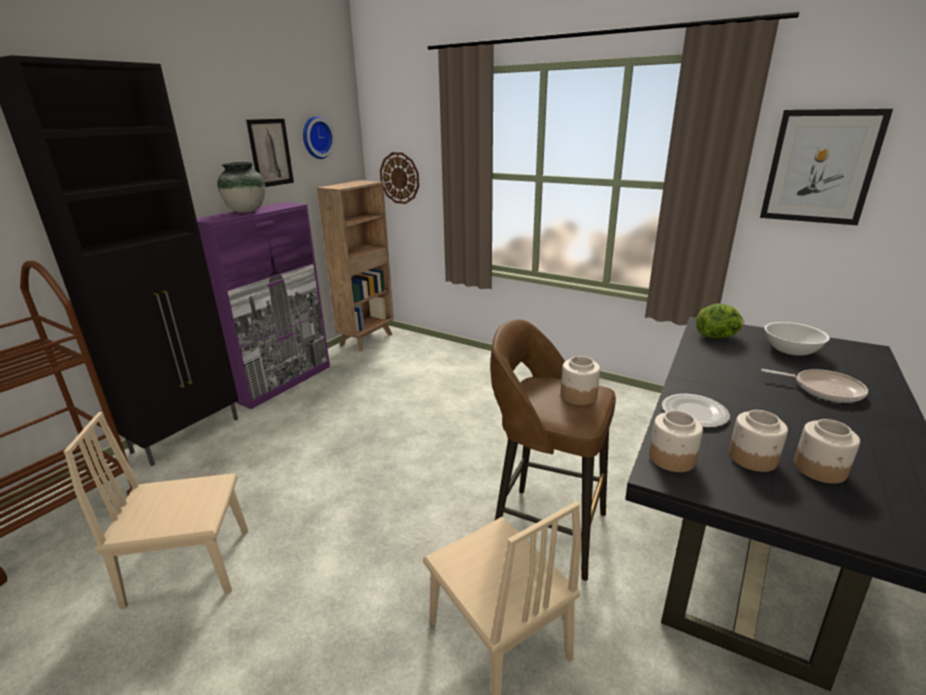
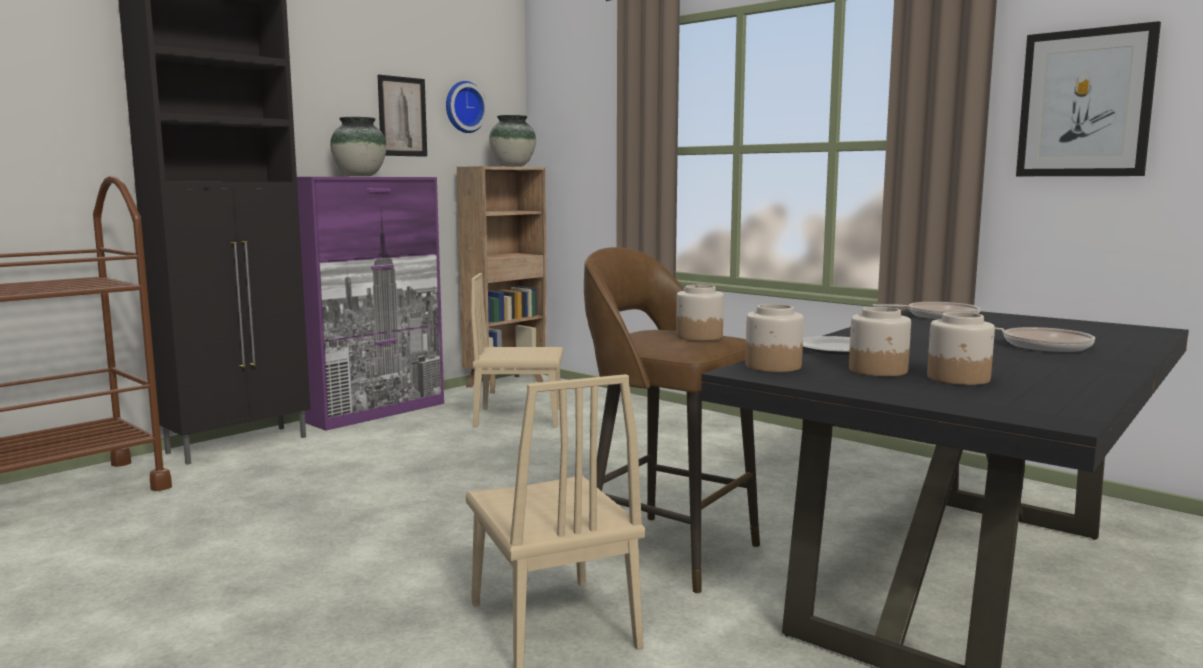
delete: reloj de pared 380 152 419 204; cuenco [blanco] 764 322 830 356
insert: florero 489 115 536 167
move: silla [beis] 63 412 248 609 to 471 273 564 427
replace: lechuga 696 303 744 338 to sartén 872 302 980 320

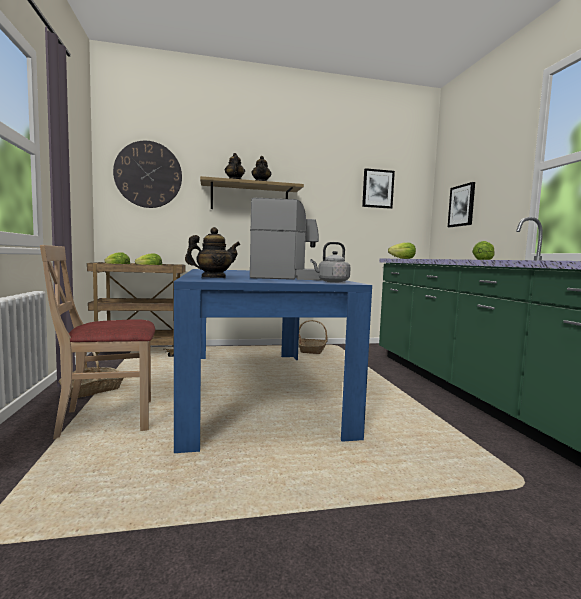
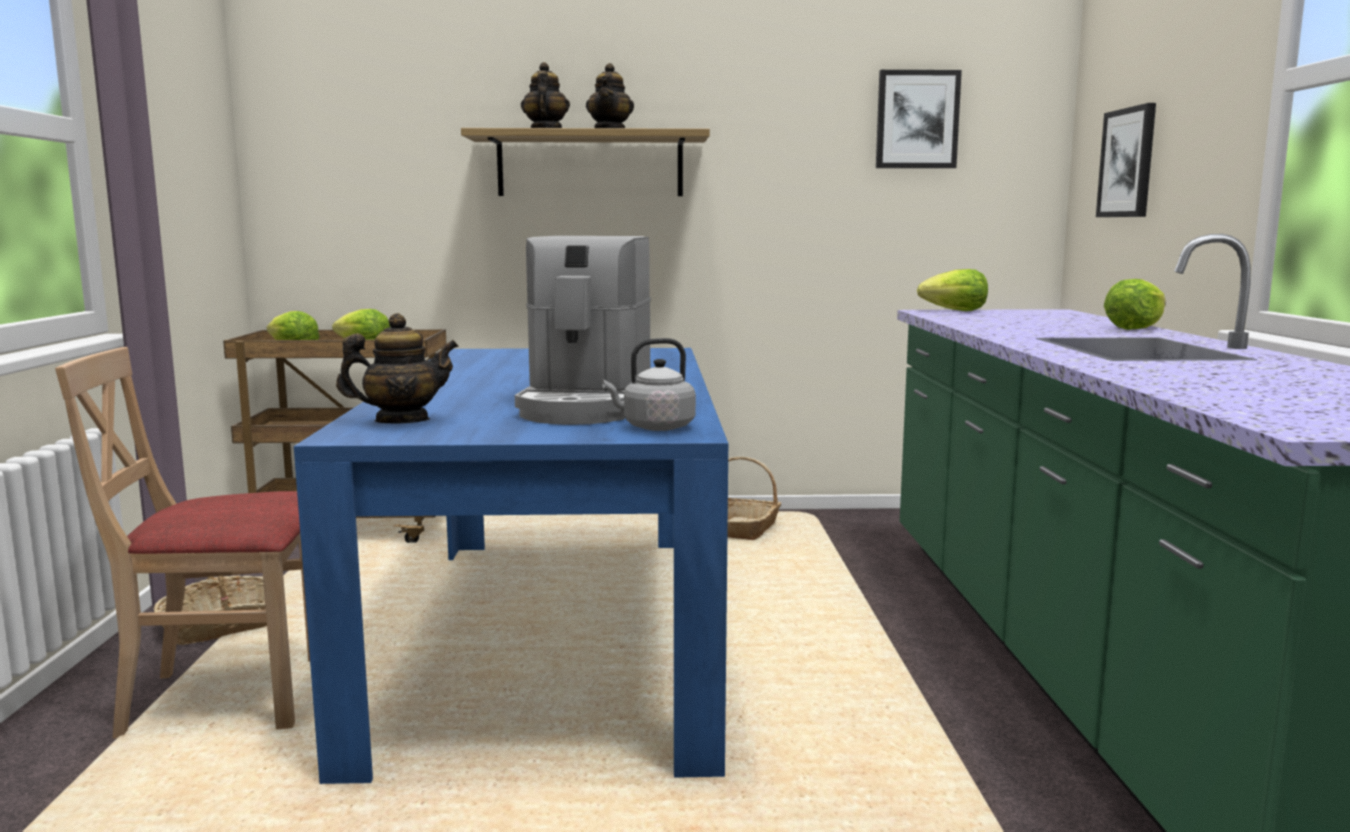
delete: reloj de pared 113 141 182 208
rotate: cafetera 250 198 321 280 = 515 236 651 425 90 degrees clockwise

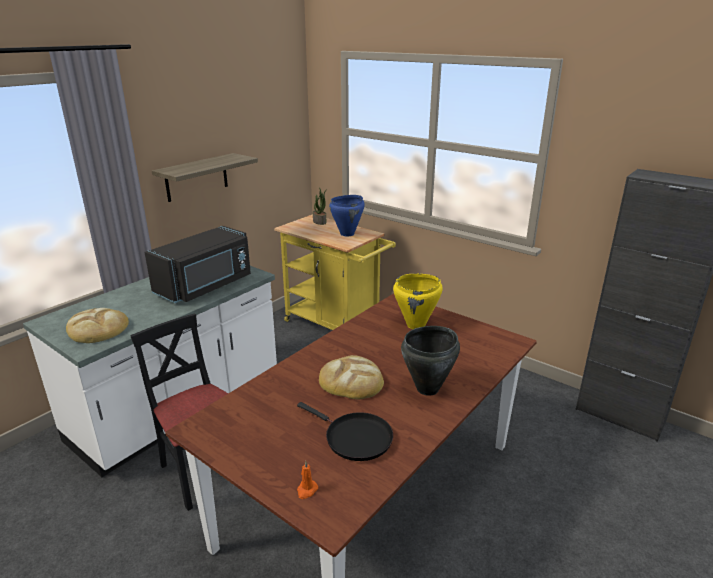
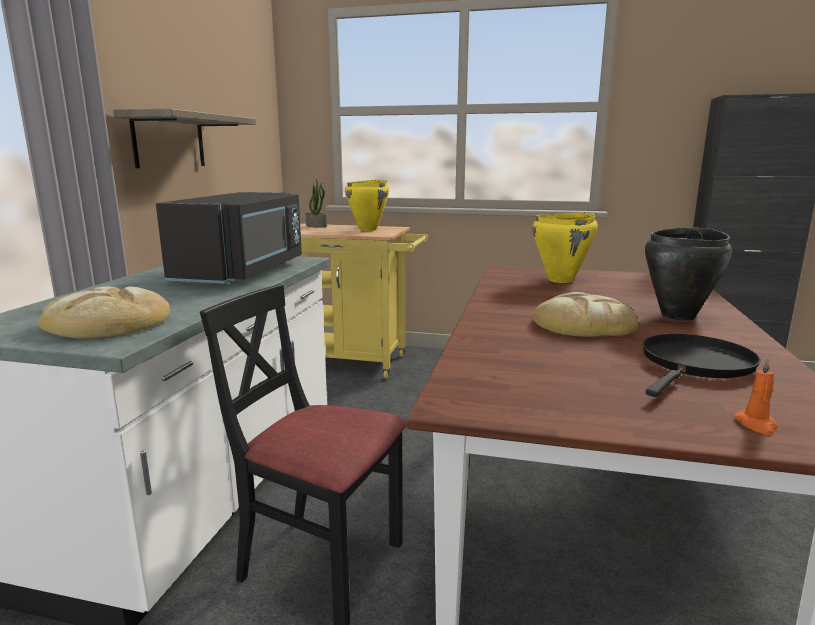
recolor: olla [azul] 329 195 365 237 to olla [amarillo] 345 179 389 231
rotate: sartén [negro] 297 402 393 461 = 642 334 761 397 60 degrees counterclockwise

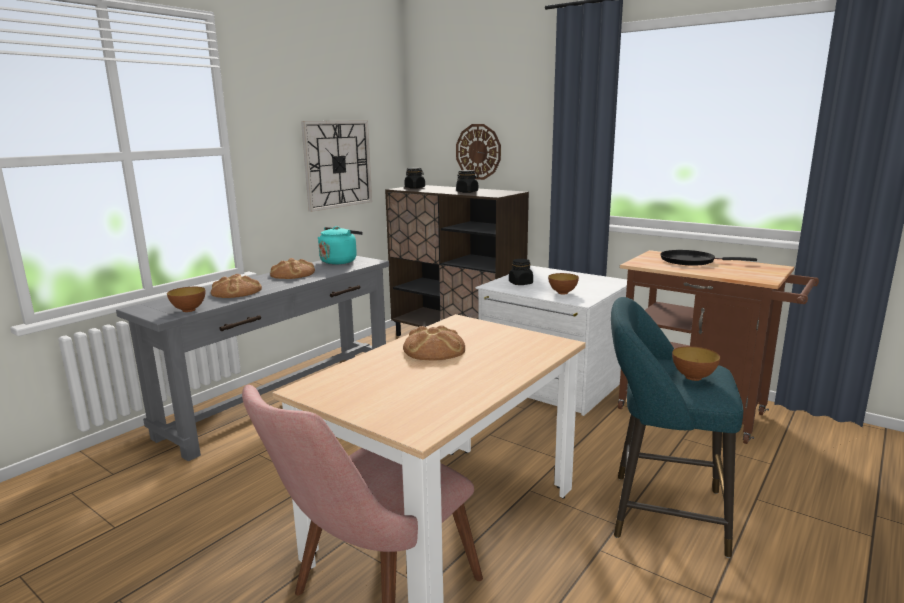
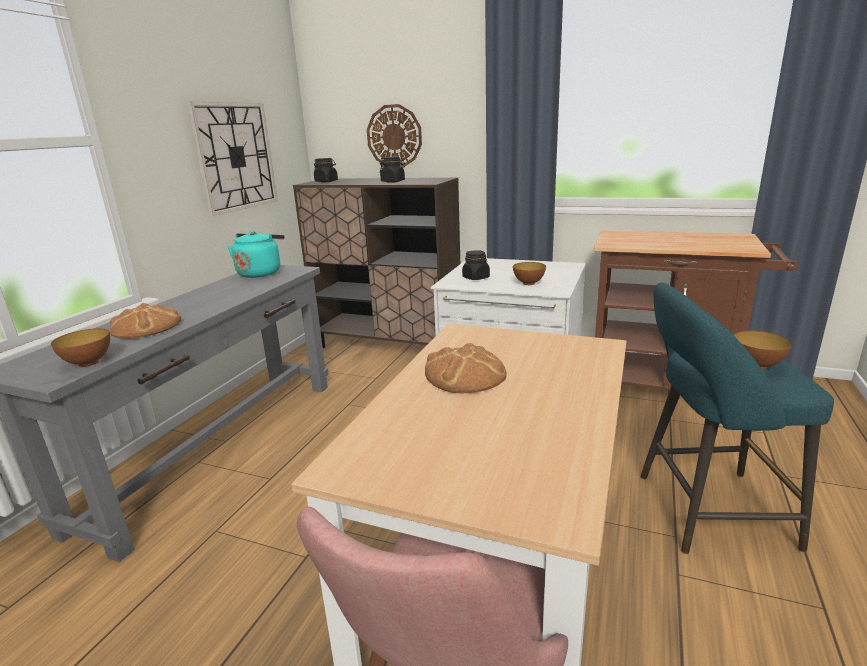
delete: pan 270 258 315 279; sartén [negro] 660 250 757 265

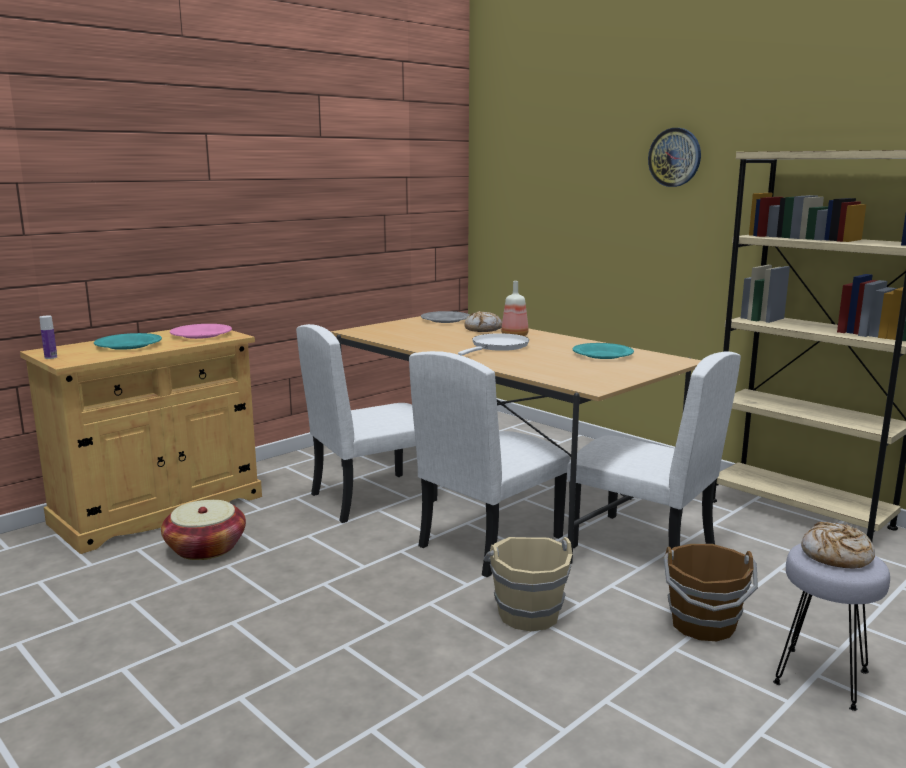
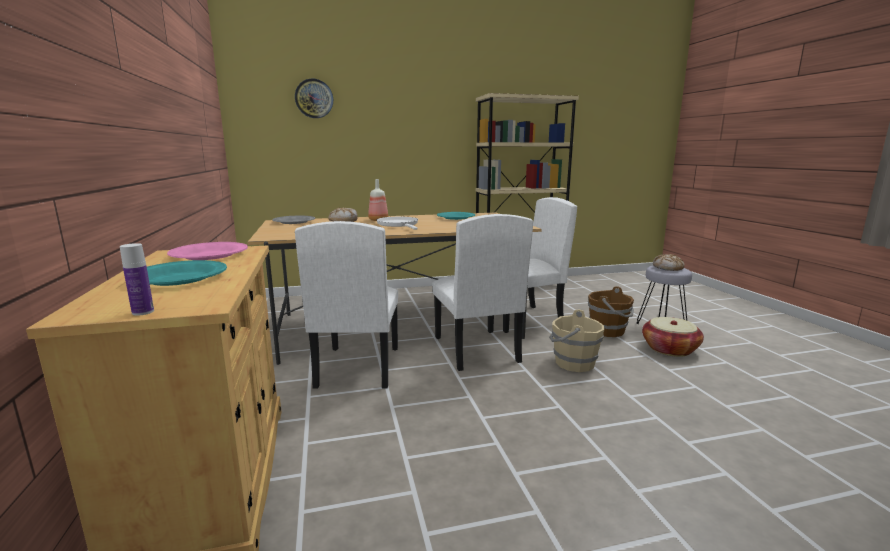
move: cesta 161 500 246 560 to 642 317 704 357; reloj de pared 648 128 701 187 to 295 79 333 118

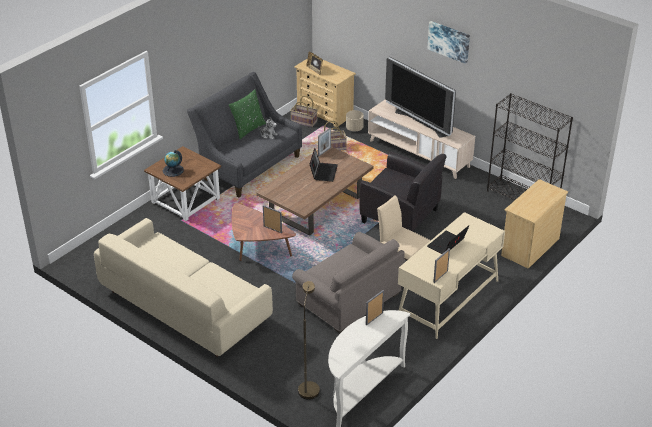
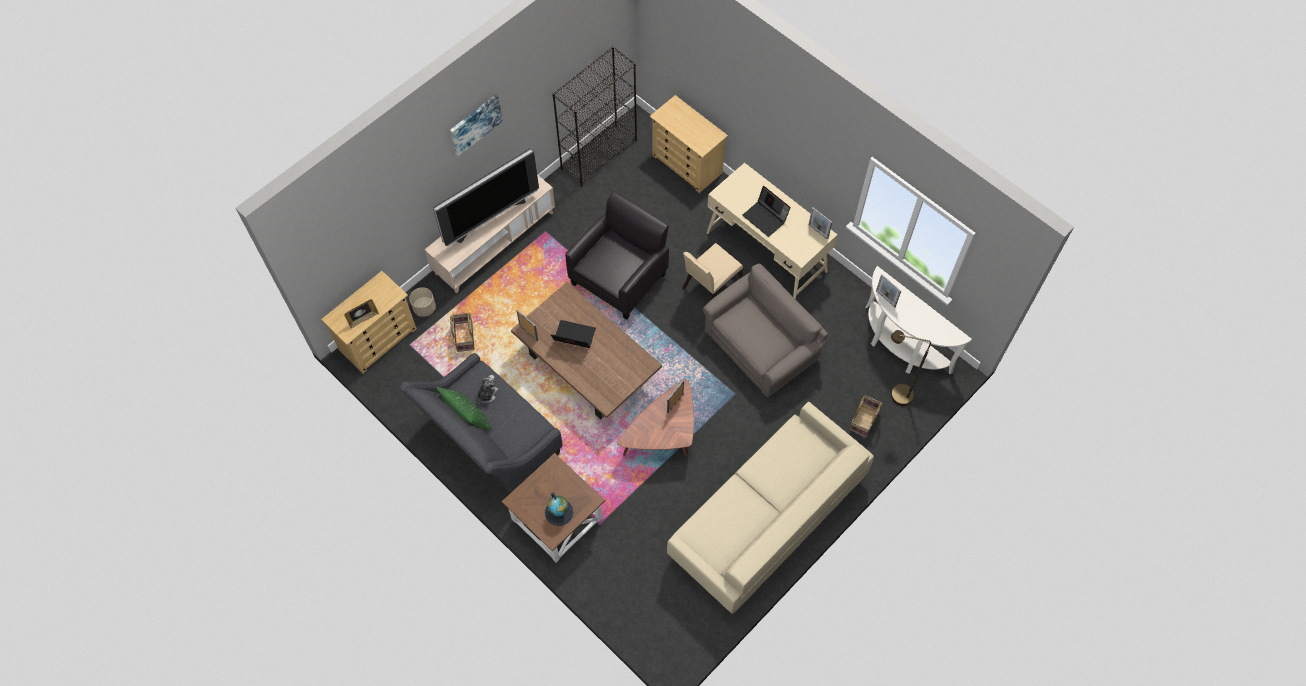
move: cesta 290 95 318 127 to 849 395 882 438

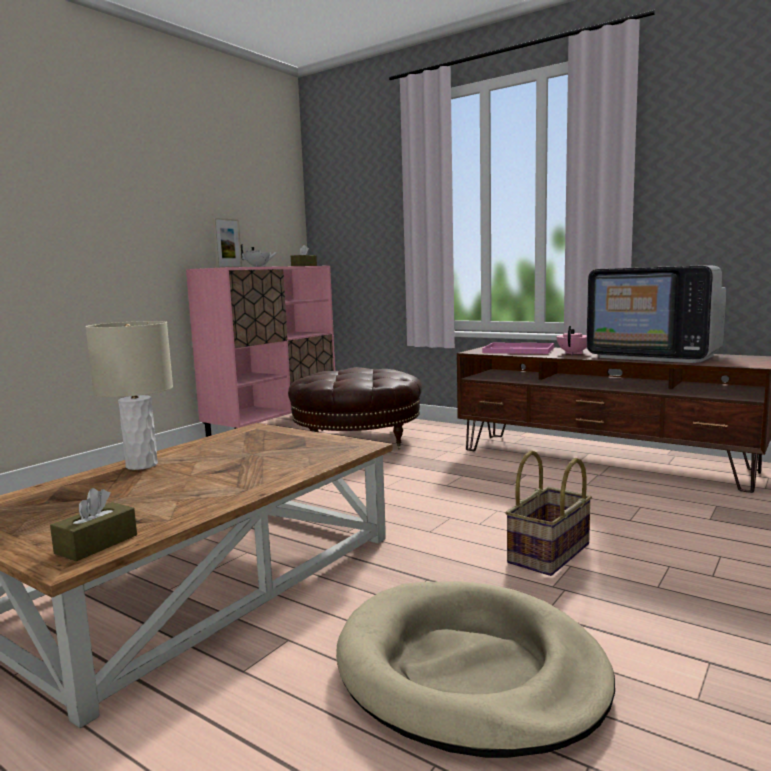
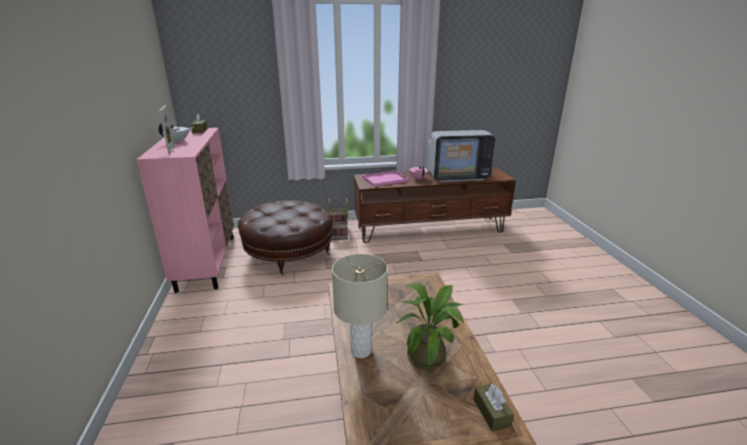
delete: cama para perro [beis] 336 582 615 758
insert: planta en maceta 397 283 464 370
move: cesta 506 450 592 576 to 329 198 348 240

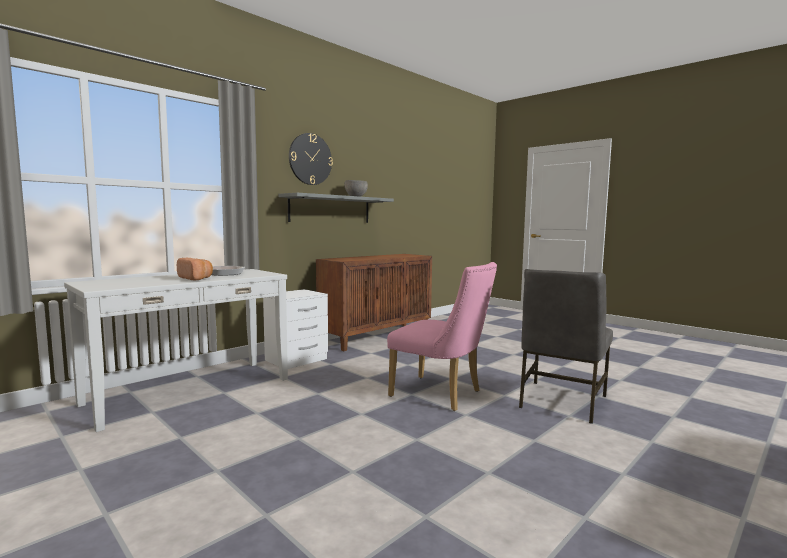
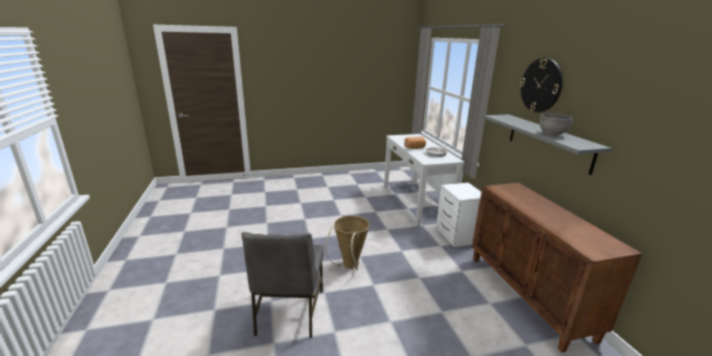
replace: silla [rosa] 387 262 497 411 to cesta 325 216 369 270
rotate: silla [gris] 519 269 613 424 = 241 232 324 338 150 degrees counterclockwise

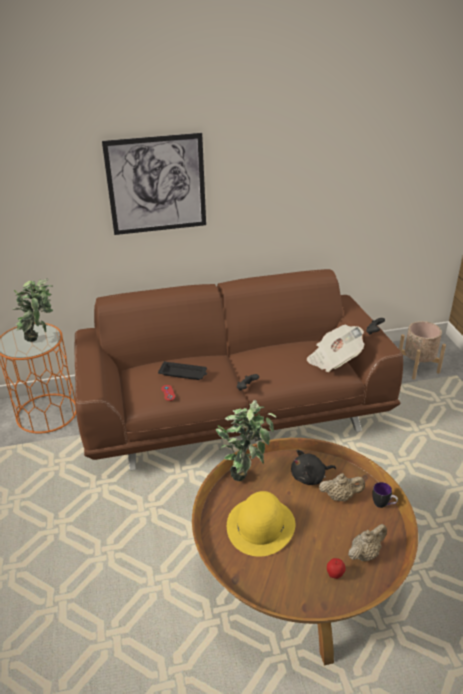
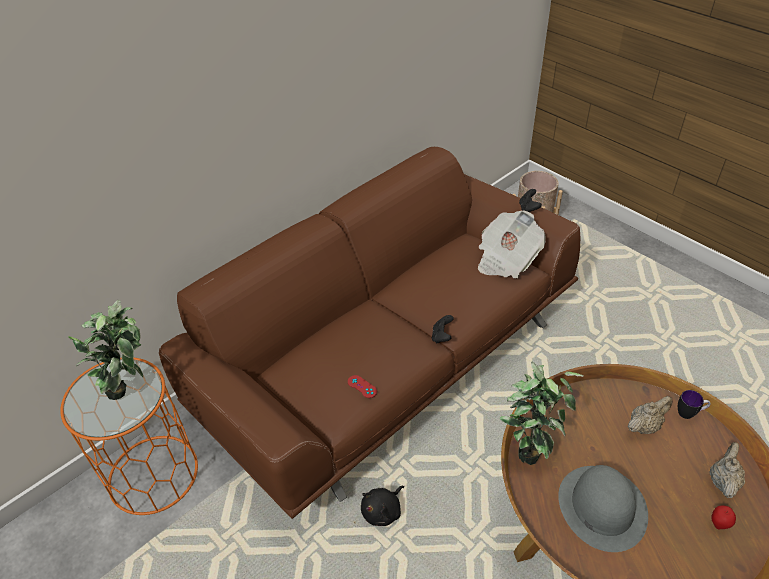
delete: cuadro 102 133 206 235; bandeja [negro] 158 361 207 380
move: peluche [negro] 291 450 336 485 to 361 486 404 526
recolor: sombrero [amarillo] 227 491 295 557 to sombrero [gris] 558 465 648 552

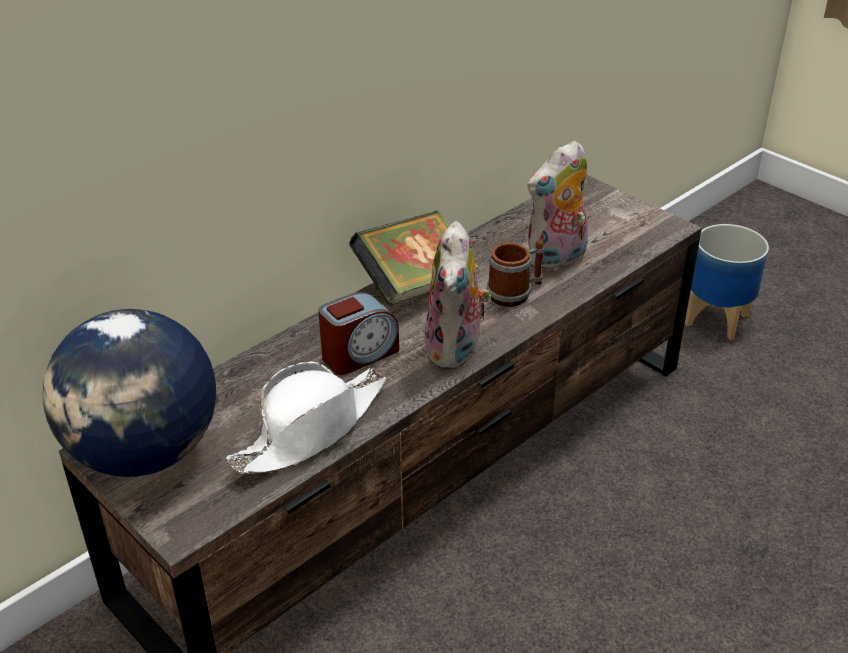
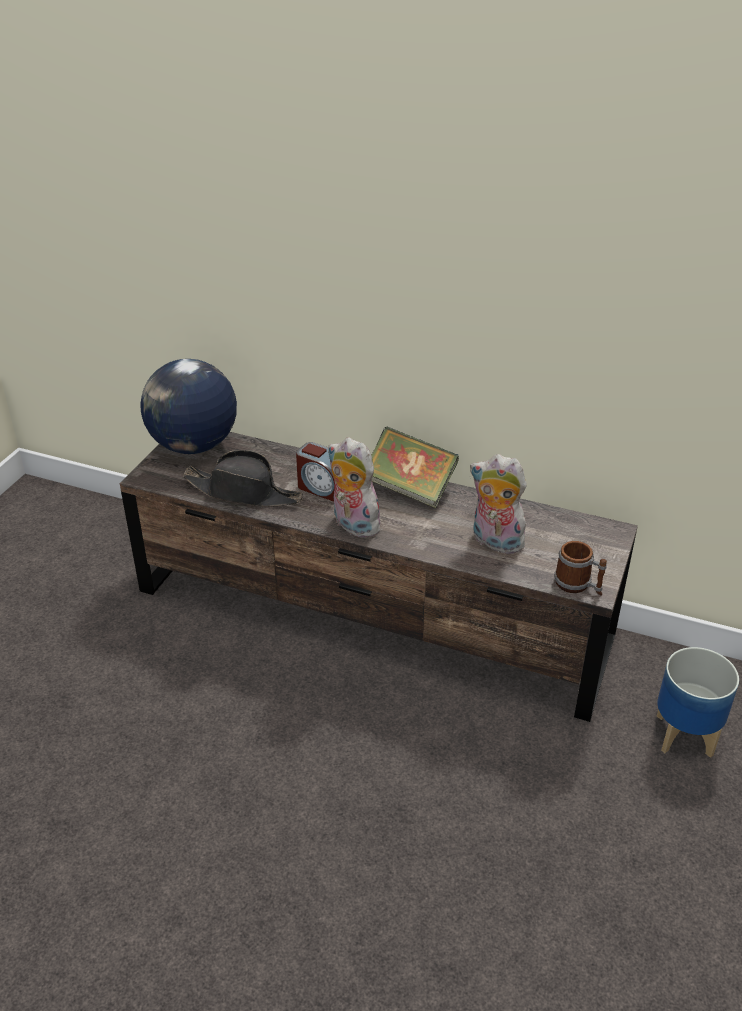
move: taza grande 487 240 544 307 to 554 541 607 596
recolor: sombrero [blanco] 226 361 386 474 to sombrero [negro] 183 450 303 507
rotate: peluche 424 221 491 370 = 328 437 382 538 60 degrees clockwise

